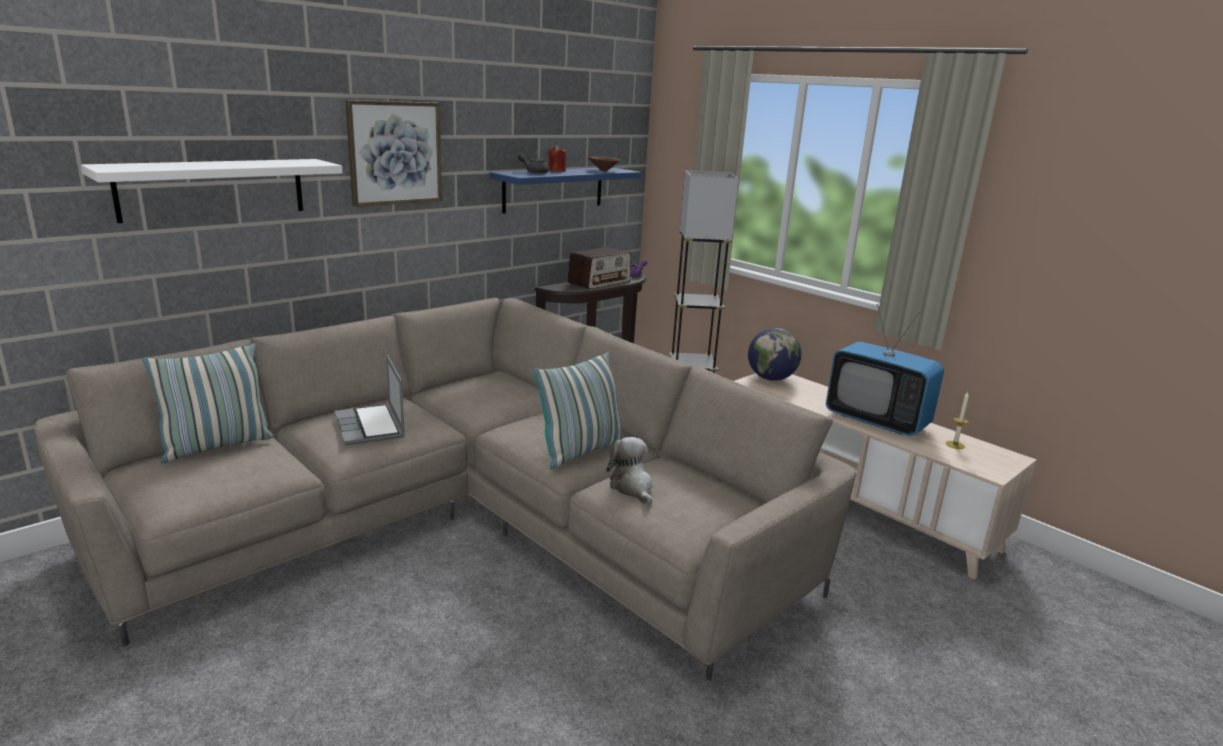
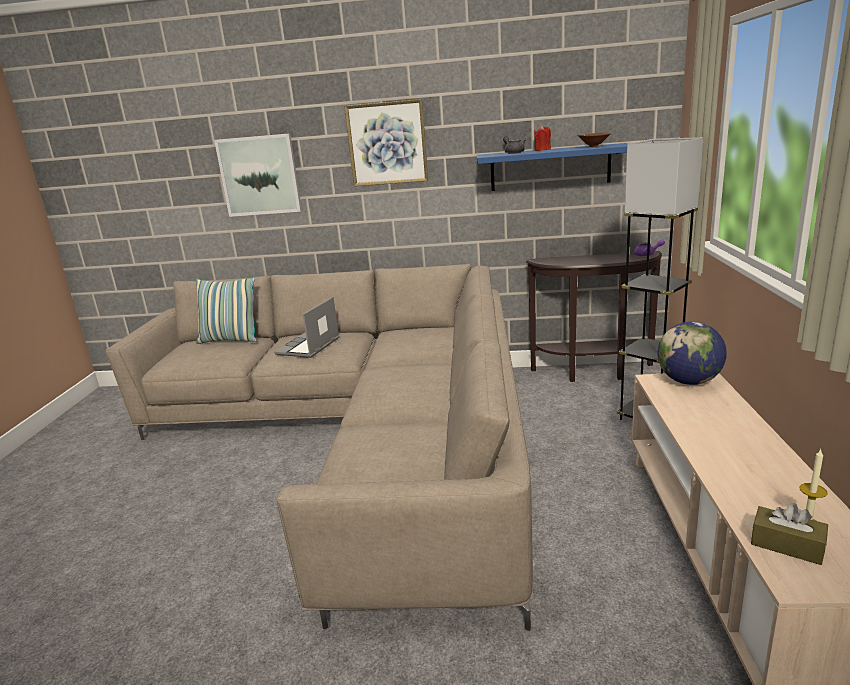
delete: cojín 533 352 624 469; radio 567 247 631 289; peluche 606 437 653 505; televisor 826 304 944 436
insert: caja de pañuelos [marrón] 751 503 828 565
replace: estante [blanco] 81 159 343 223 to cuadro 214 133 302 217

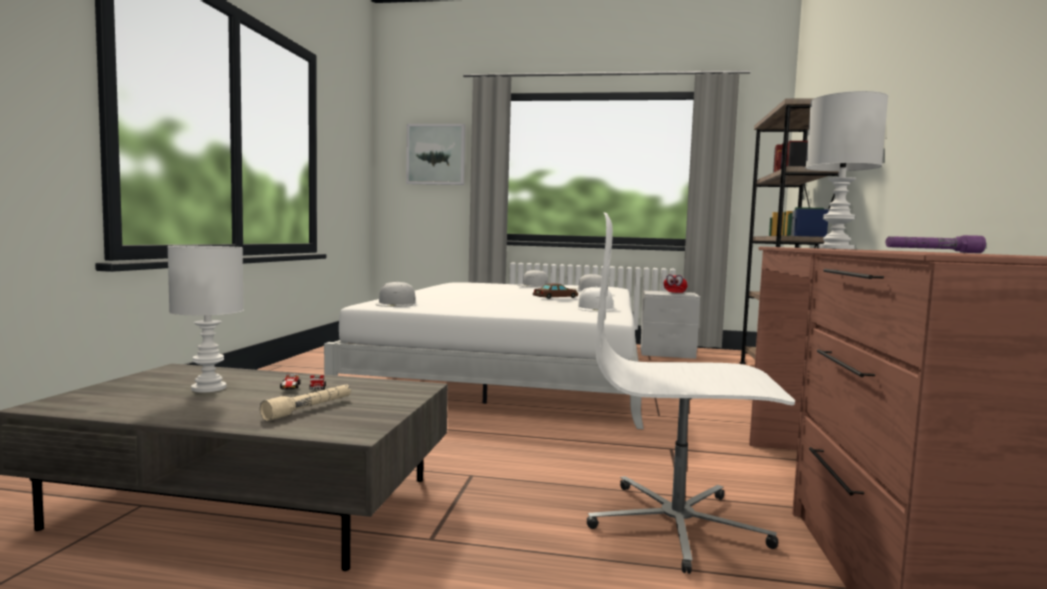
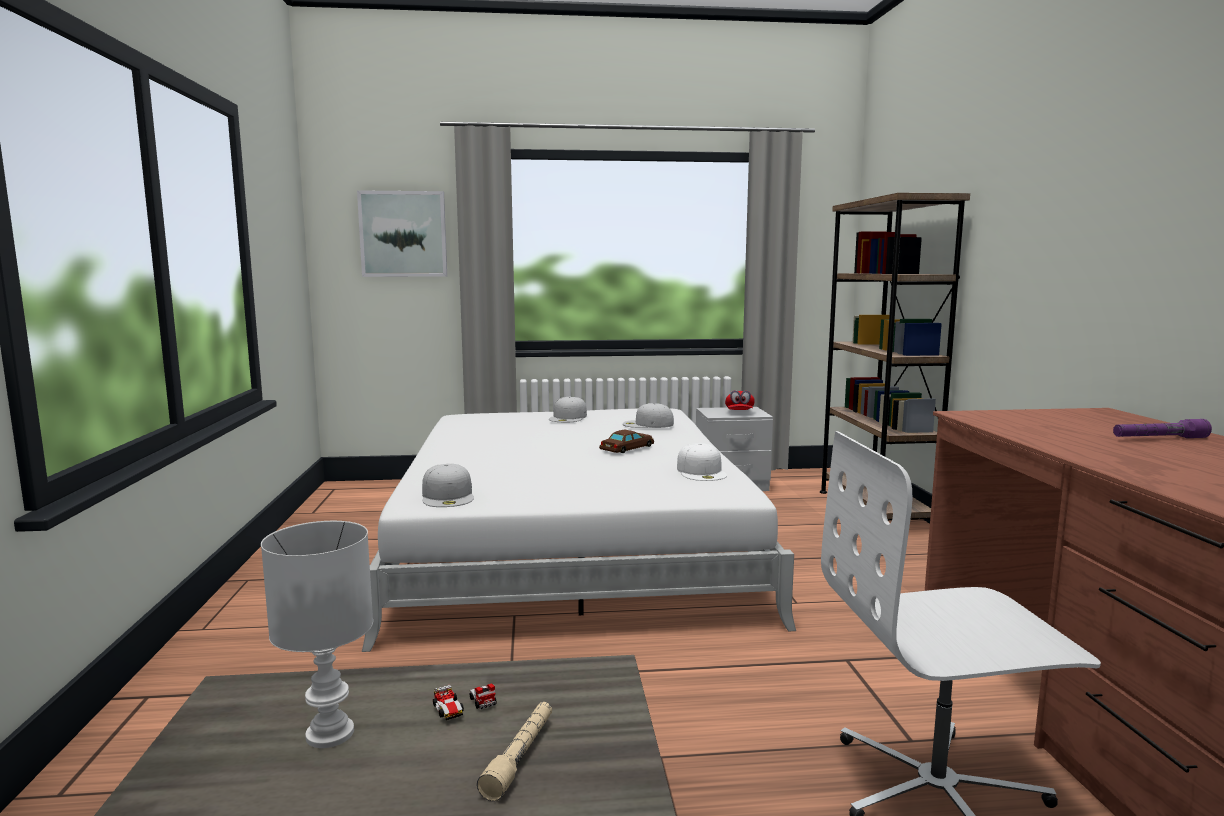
delete: lámpara de mesa [blanco] 806 91 888 249

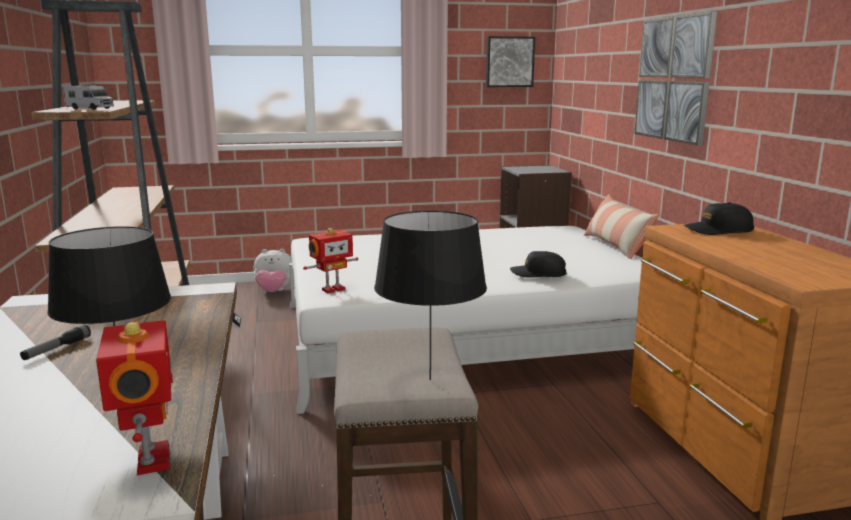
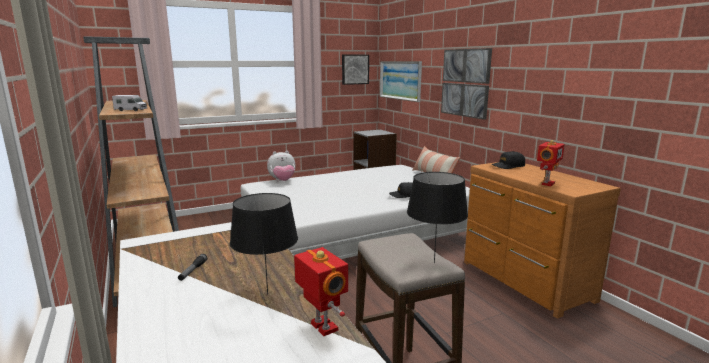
insert: cuadro 380 61 422 102
move: peluche 253 249 292 292 to 267 151 296 181; robot de juguete 303 228 358 293 to 537 140 565 186

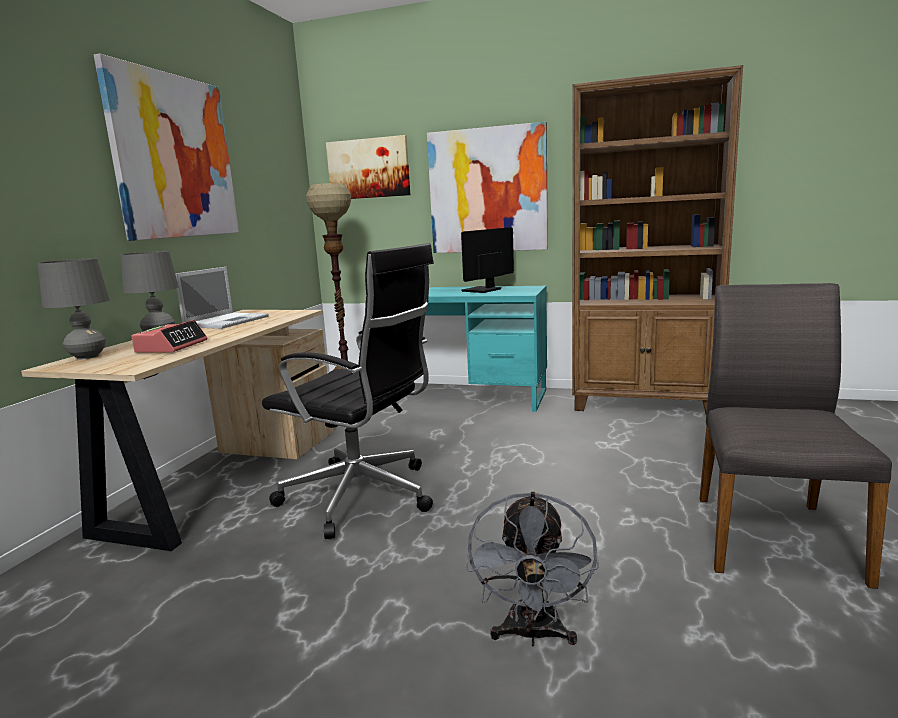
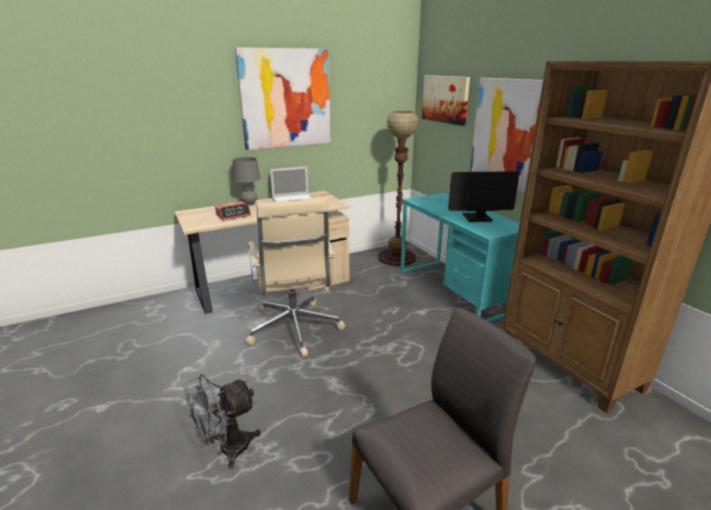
delete: lámpara de mesa [gris] 37 258 110 359
recolor: silla de oficina [negro] 262 243 434 539 to silla de oficina [beis] 246 197 345 357

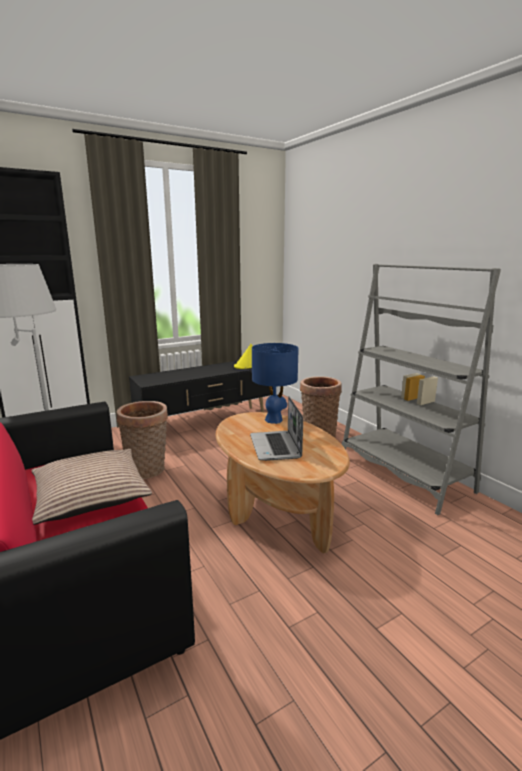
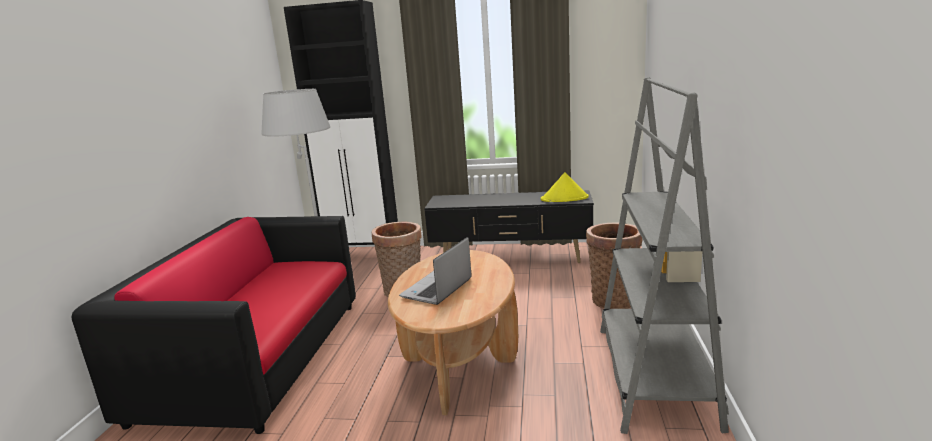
delete: cojín 31 449 152 525; lámpara de mesa [azul] 252 343 299 424

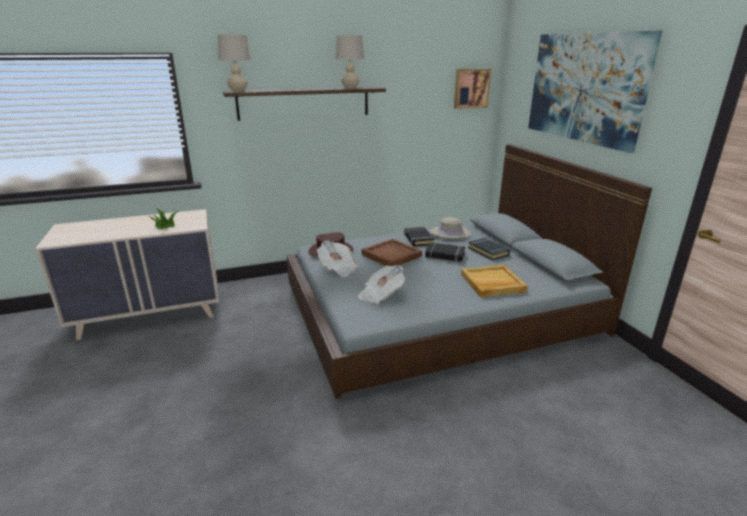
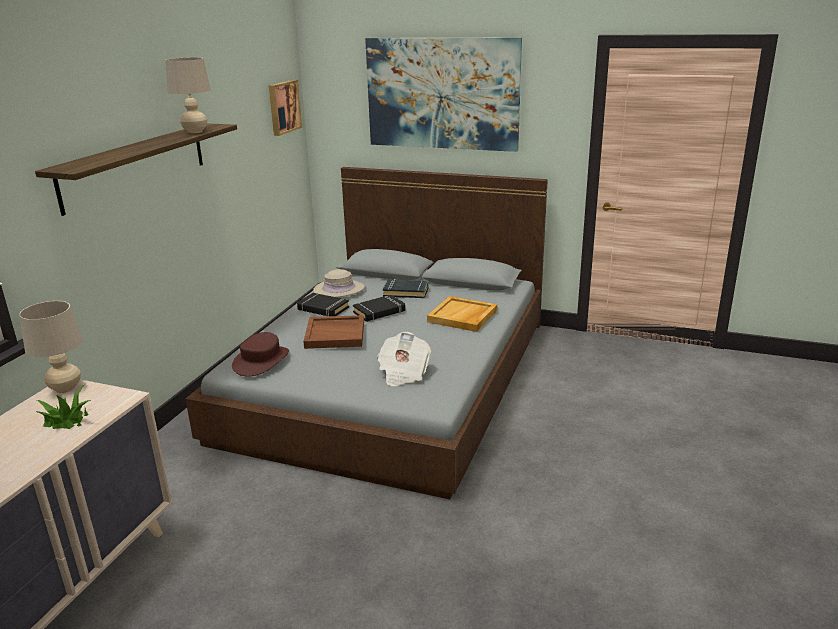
delete: periódico 317 241 358 277
move: lámpara de mesa [beis] 218 35 251 92 to 19 301 83 393

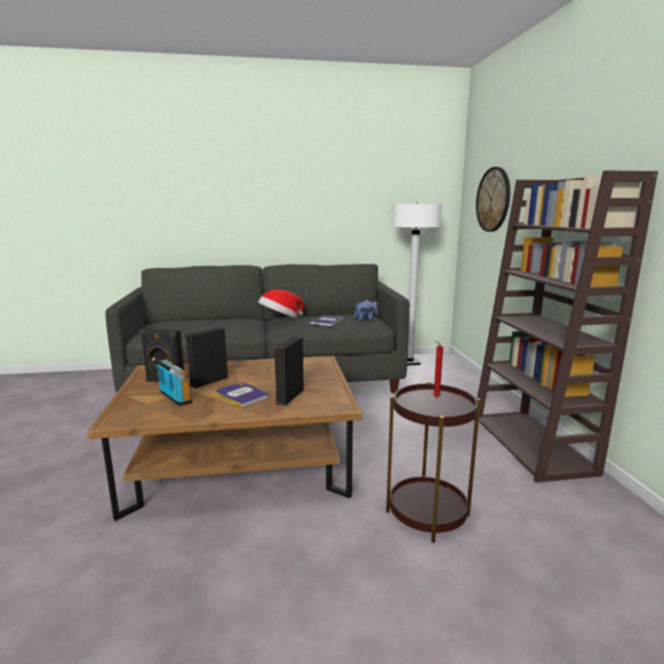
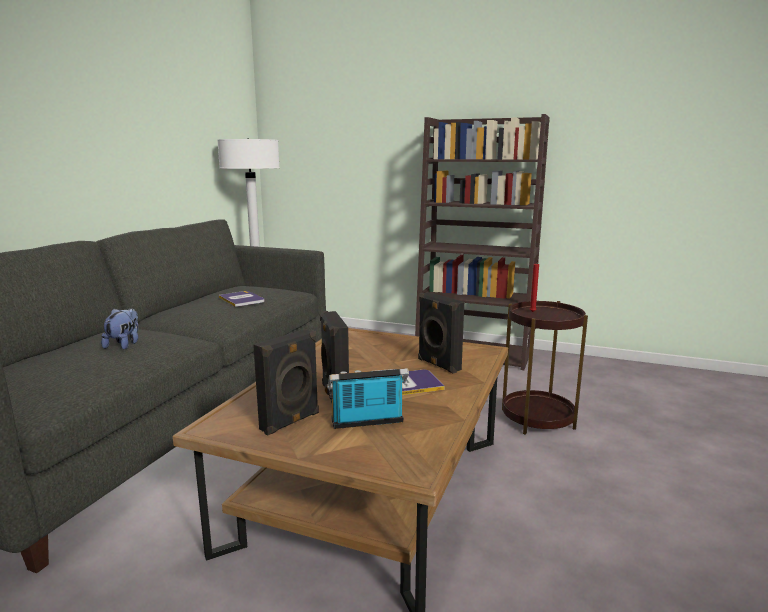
delete: sombrero 258 289 304 319; reloj de pared 476 167 510 232
move: peluche 354 300 378 321 to 101 308 138 349

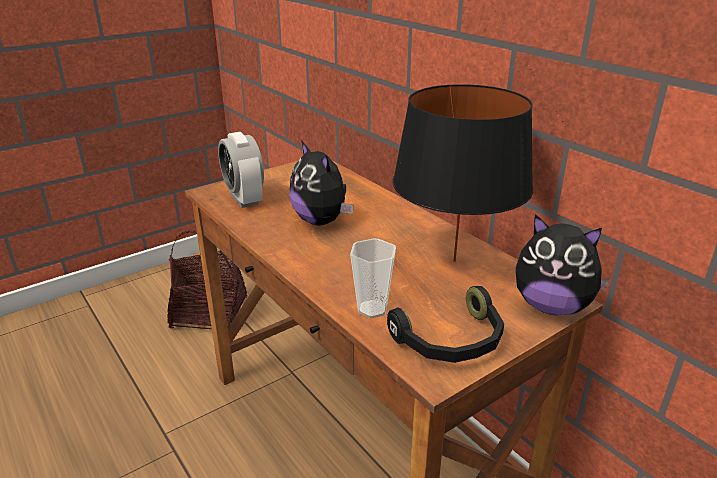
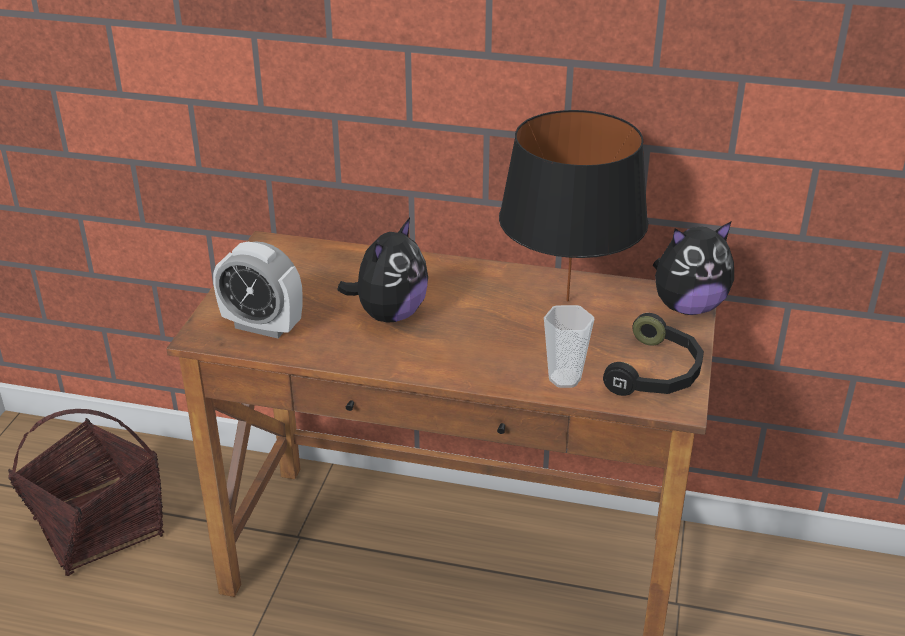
rotate: peluche 289 140 353 225 = 337 218 428 322 75 degrees counterclockwise

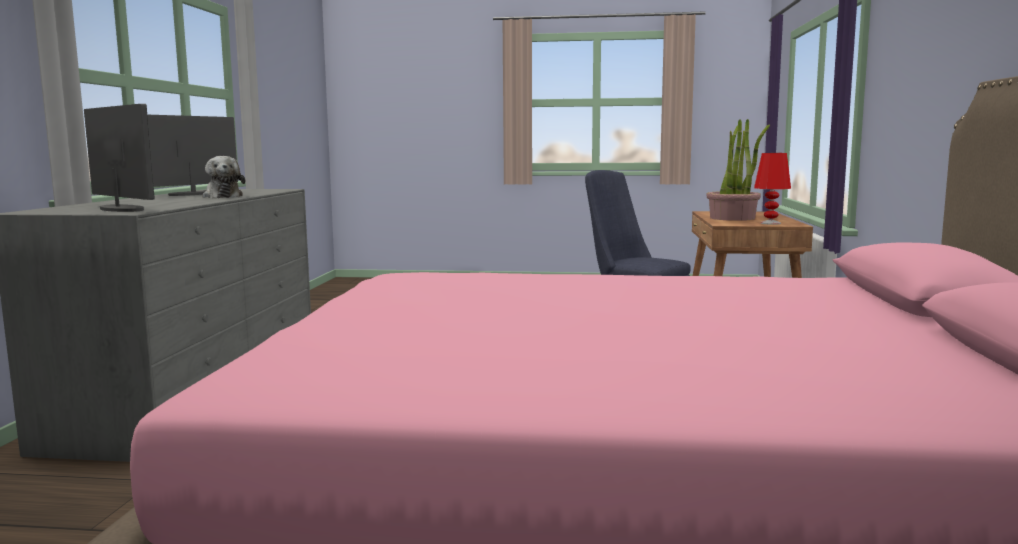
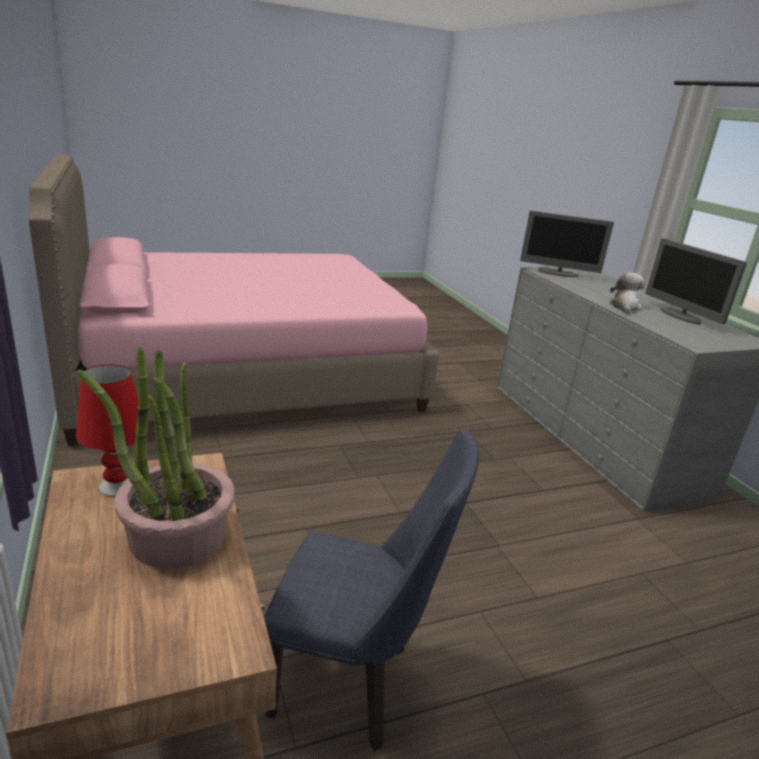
rotate: monitor 147 115 238 196 = 645 238 747 324 150 degrees clockwise; peluche 202 156 245 198 = 610 272 645 314 75 degrees clockwise

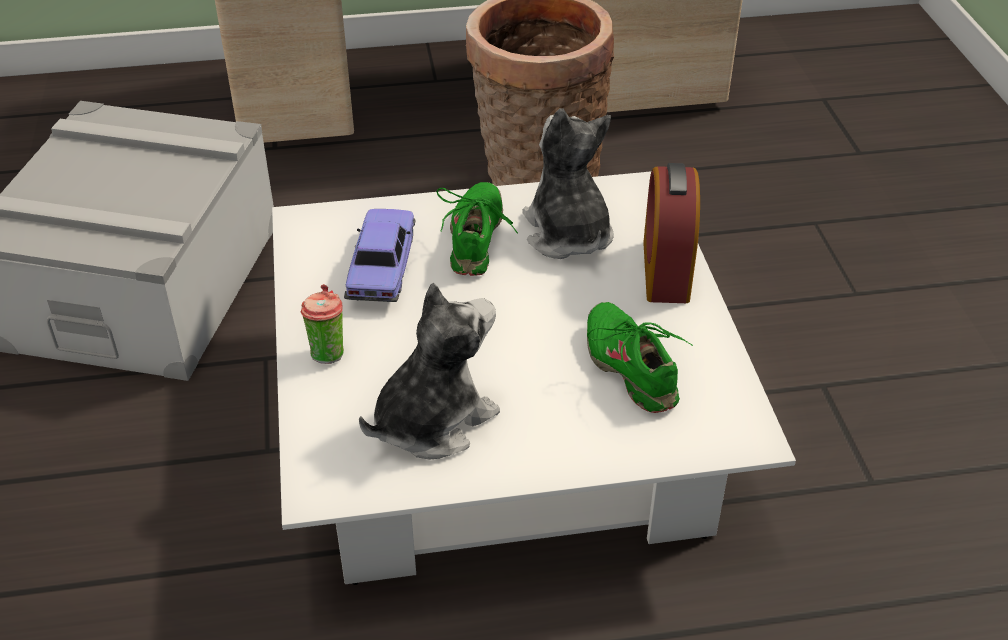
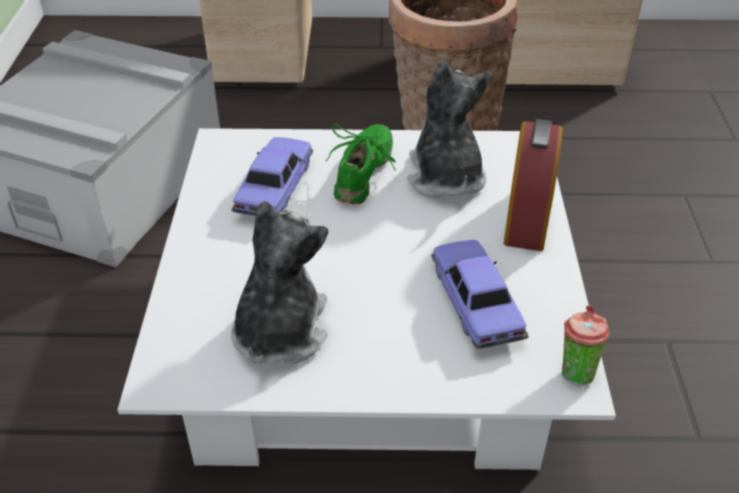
move: taza 301 284 344 364 to 562 305 609 386
replace: zapato [verde] 587 302 693 413 to coche de juguete 431 240 529 349
rotate: peluche 359 283 500 460 = 231 201 328 364 45 degrees counterclockwise

